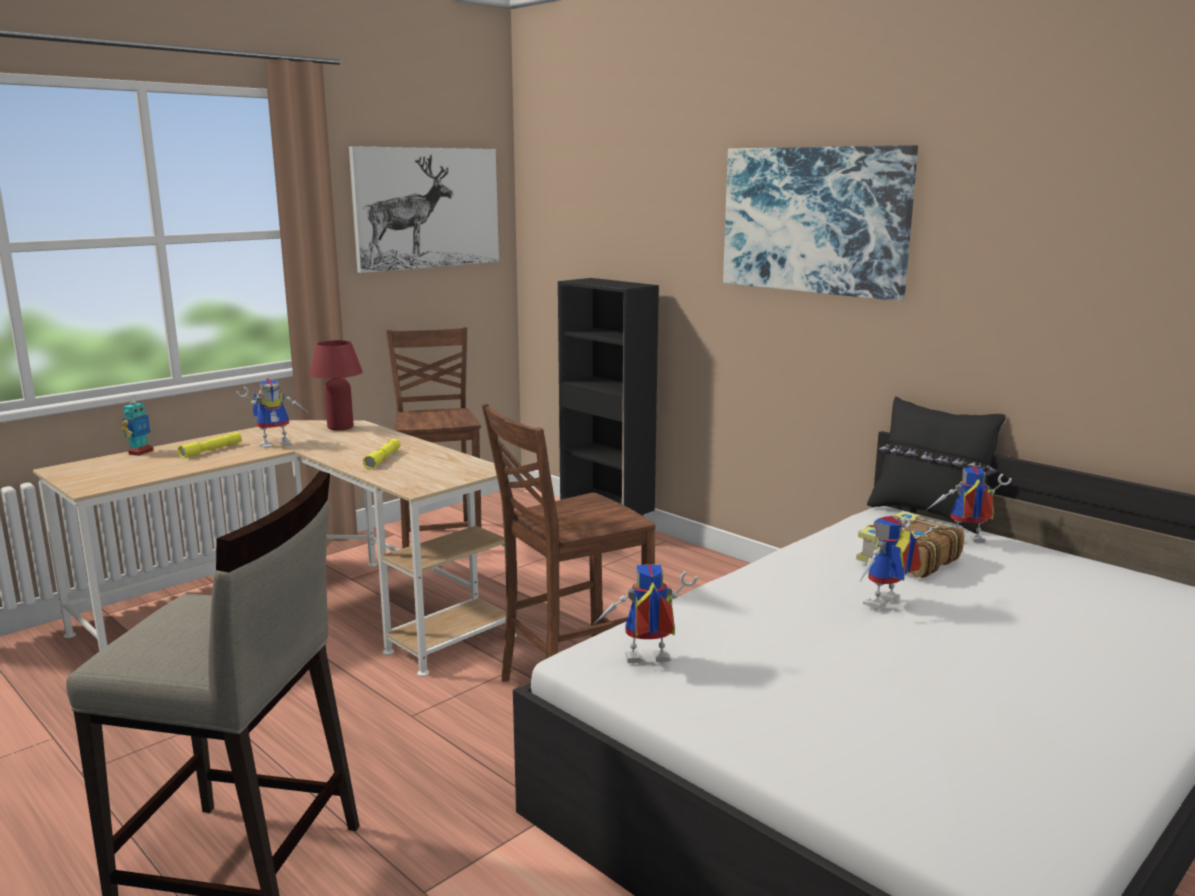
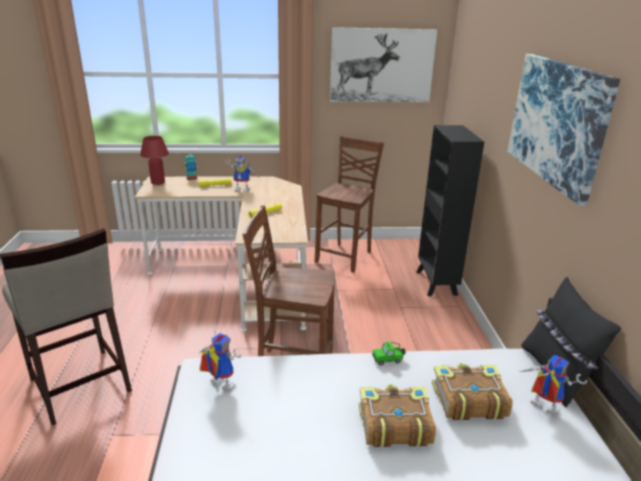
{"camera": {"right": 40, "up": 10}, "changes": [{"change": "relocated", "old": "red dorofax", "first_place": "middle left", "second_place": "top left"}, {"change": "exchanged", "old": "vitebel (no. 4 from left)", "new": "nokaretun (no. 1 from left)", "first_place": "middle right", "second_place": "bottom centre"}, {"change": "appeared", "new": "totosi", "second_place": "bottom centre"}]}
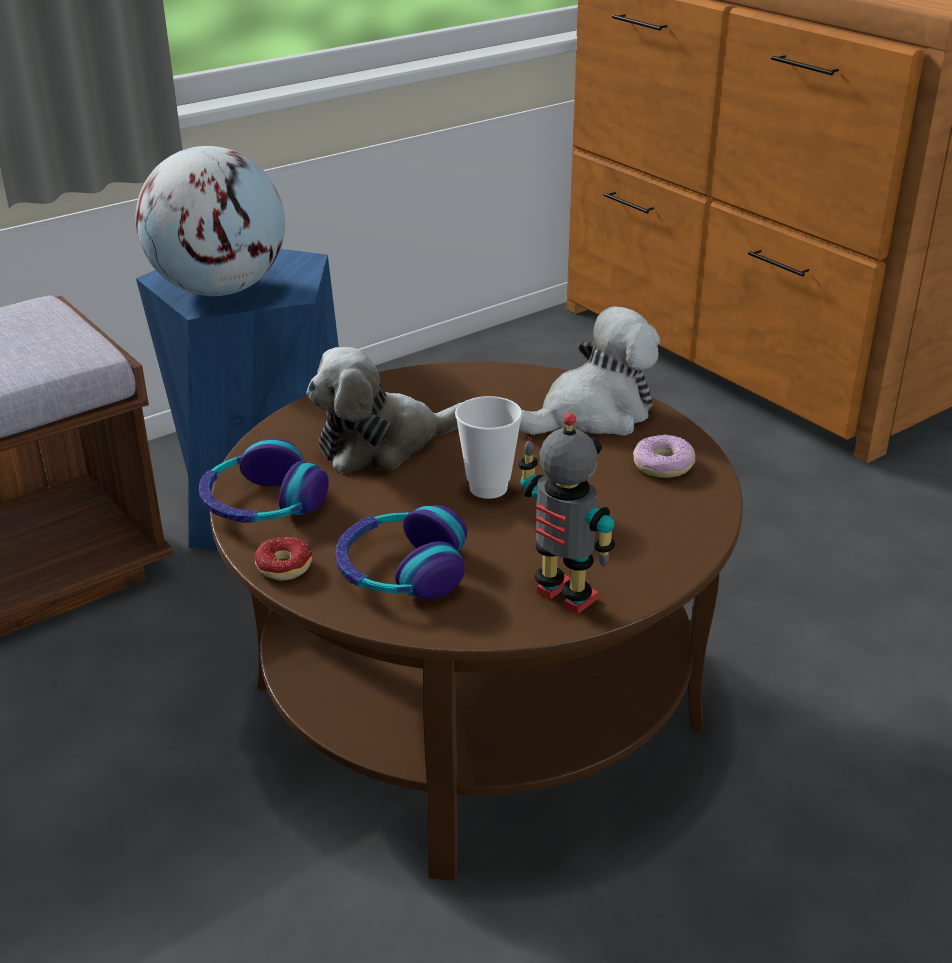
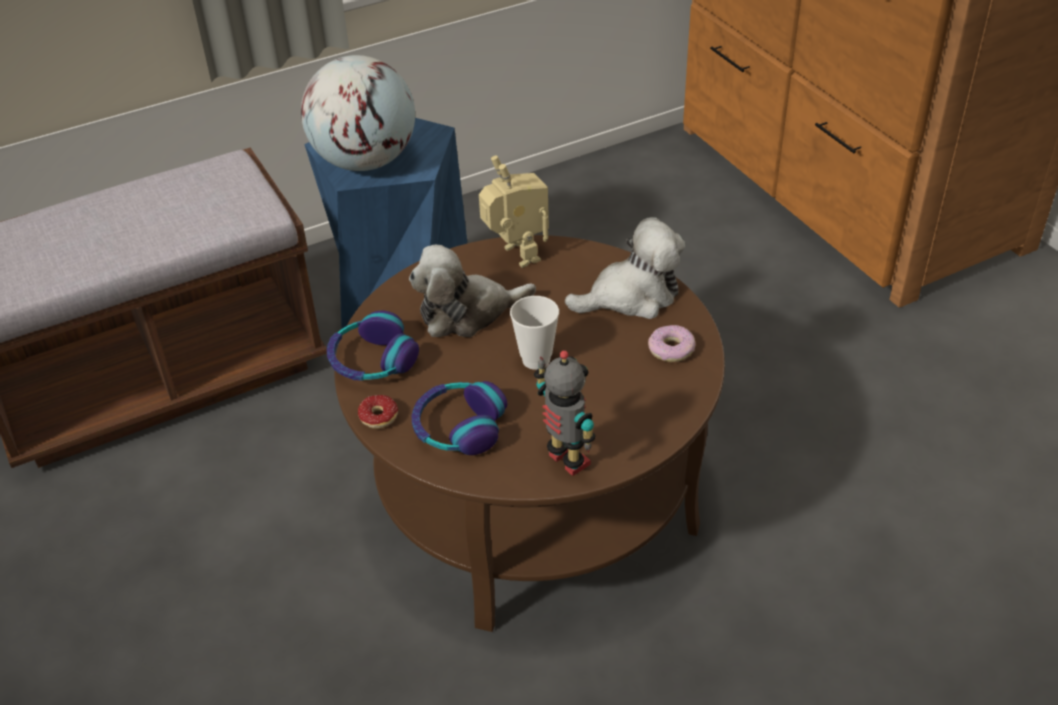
{"camera": {"right": 10, "up": 10}, "changes": [{"change": "appeared", "new": "vitebel (no. 1 from left)", "second_place": "top centre"}]}
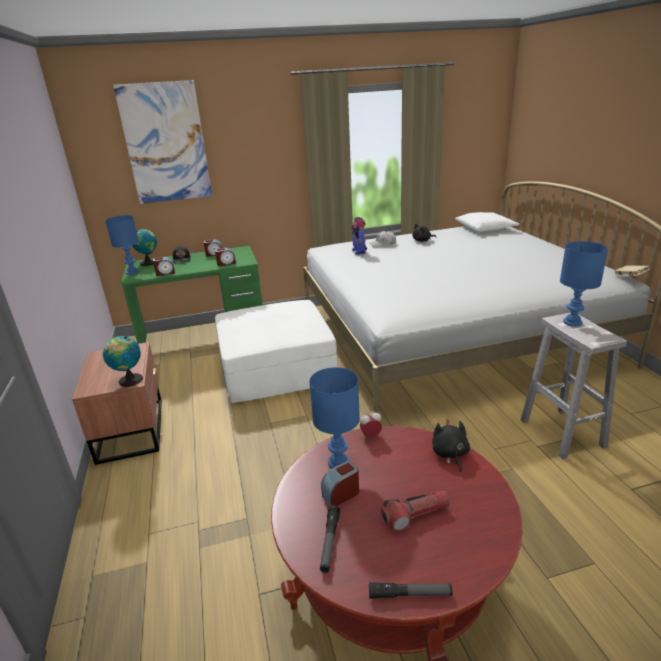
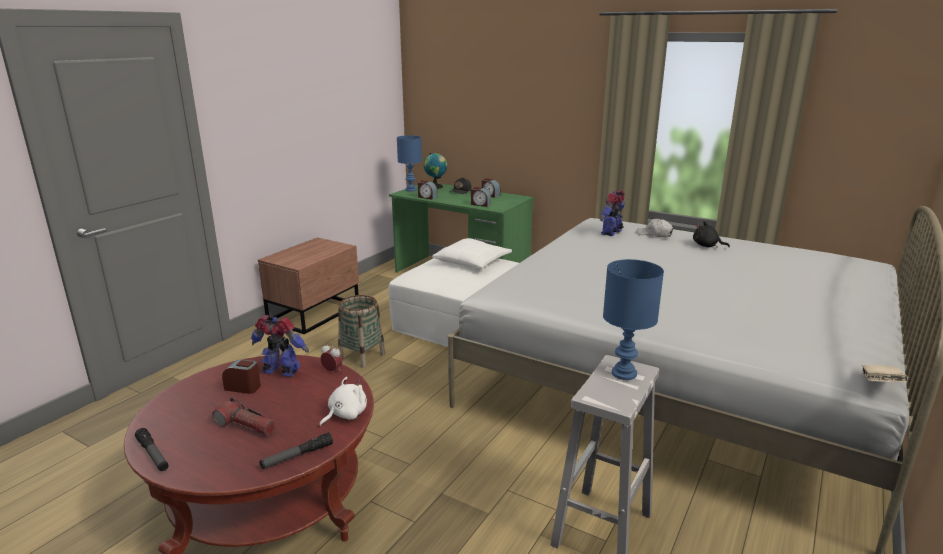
{"camera": {"right": 45, "up": -5}, "changes": [{"change": "missing", "old": "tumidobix (no. 1 from left)", "first_place": "middle left"}, {"change": "missing", "old": "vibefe", "first_place": "top left"}, {"change": "exchanged", "old": "blue dorofax (no. 2 from left)", "new": "vitebel (no. 1 from left)", "first_place": "centre", "second_place": "middle left"}, {"change": "relocated", "old": "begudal (no. 1 from left in the first image)", "new": "begudal (no. 3 from left)", "first_place": "bottom centre", "second_place": "bottom left"}, {"change": "colour", "old": "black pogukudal (no. 2 from left)", "new": "white pogukudal", "first_place": "bottom right", "second_place": "bottom centre"}, {"change": "relocated", "old": "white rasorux", "first_place": "middle right", "second_place": "centre"}, {"change": "appeared", "new": "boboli", "second_place": "centre"}]}
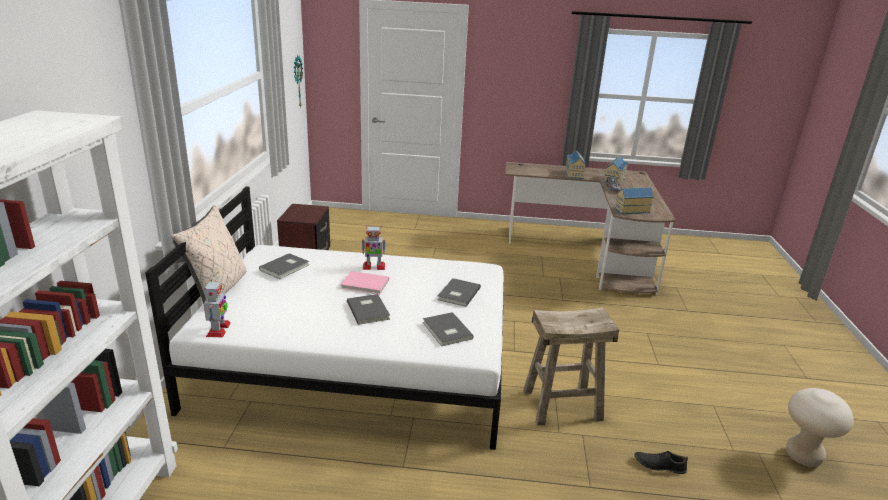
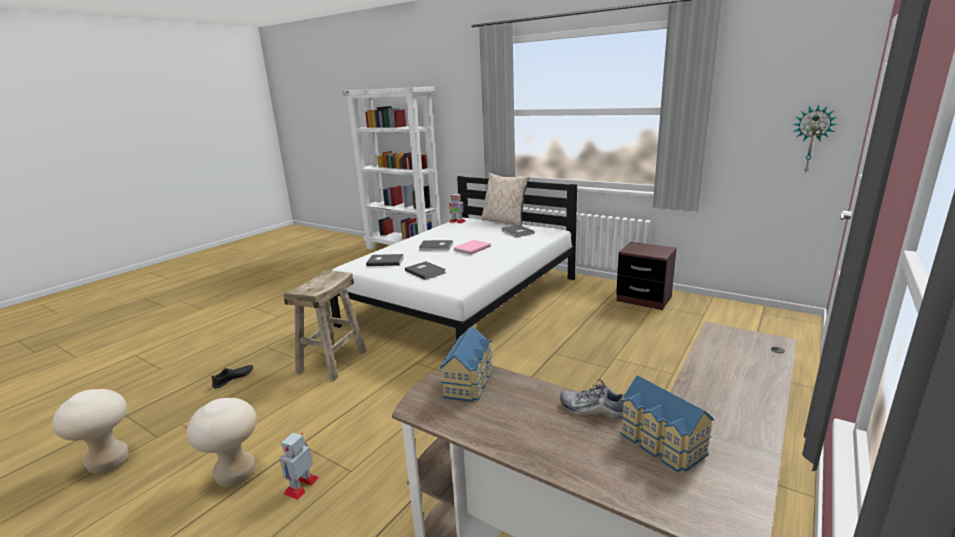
{"camera": {"right": 120, "up": -5}, "changes": [{"change": "relocated", "old": "vitebel (no. 2 from left in the first image)", "new": "vitebel (no. 1 from left)", "first_place": "centre", "second_place": "bottom left"}, {"change": "missing", "old": "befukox (no. 1 from left)", "first_place": "top centre"}, {"change": "appeared", "new": "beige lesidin (no. 2 from left)", "second_place": "bottom left"}]}
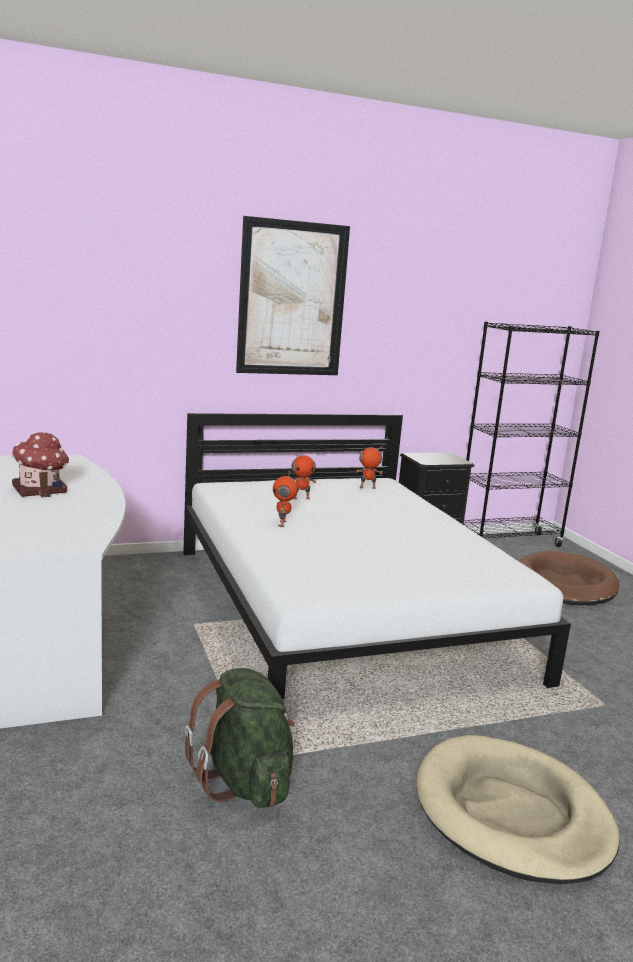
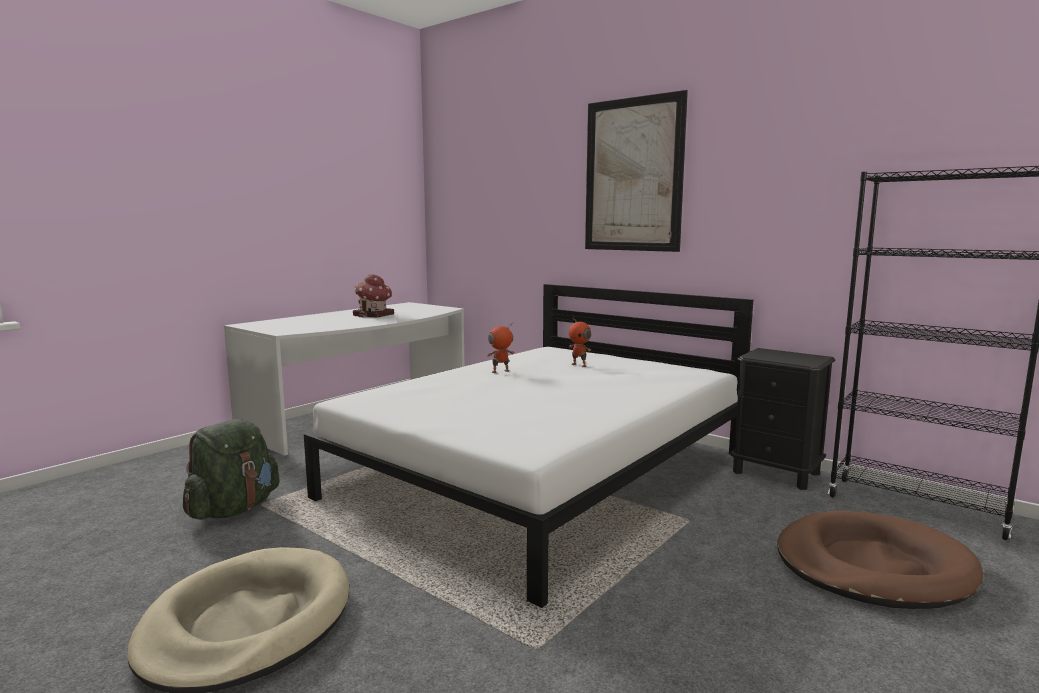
{"camera": {"right": 60, "up": -5}, "changes": [{"change": "missing", "old": "vitebel (no. 3 from left)", "first_place": "centre"}]}
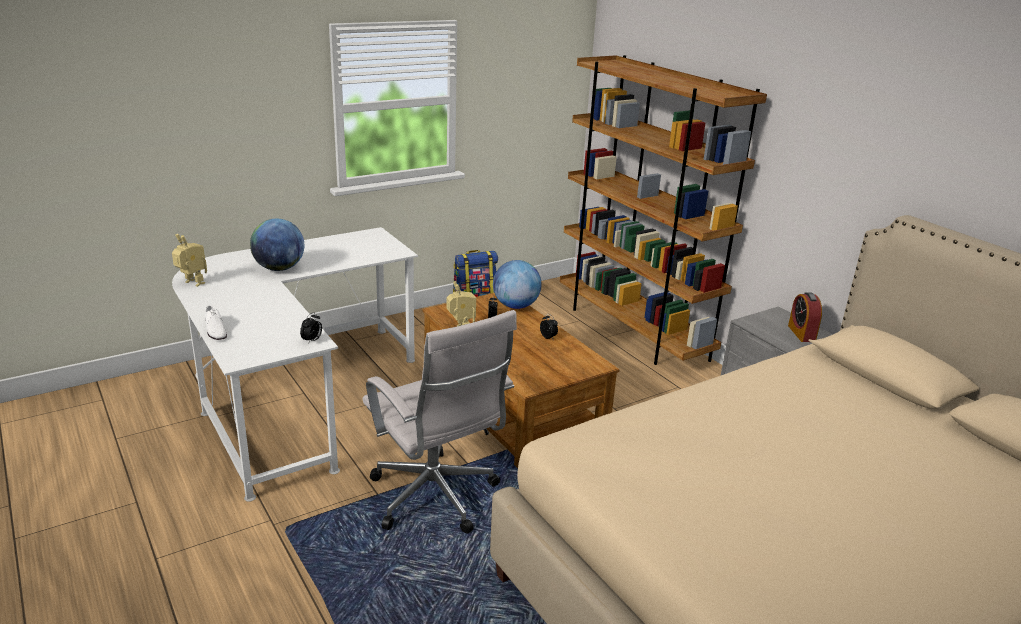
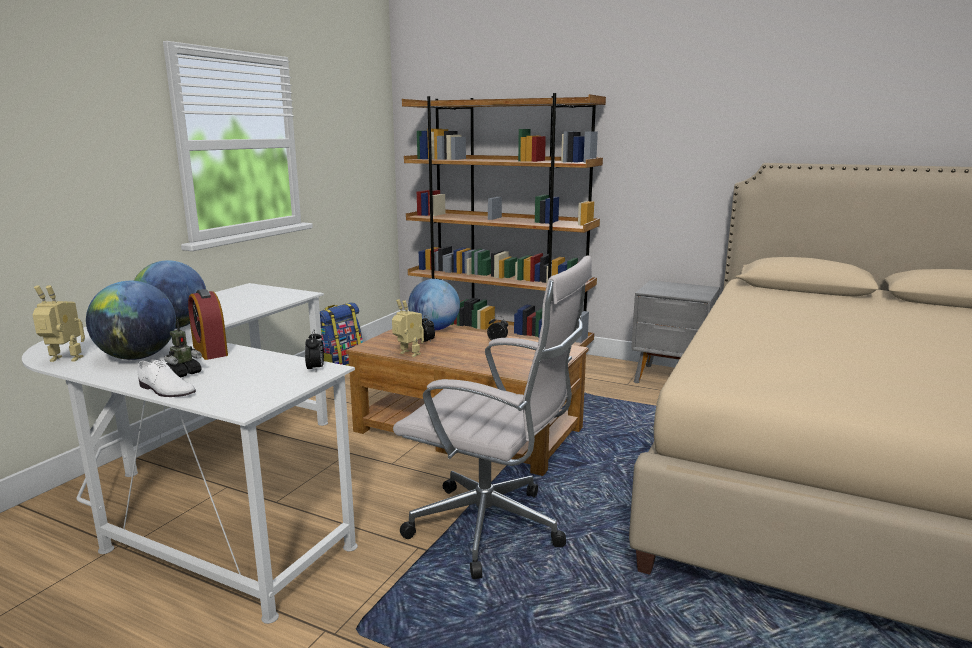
{"camera": {"right": -30, "up": -10}, "changes": [{"change": "relocated", "old": "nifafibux (no. 4 from left in the first image)", "new": "nifafibux (no. 1 from left)", "first_place": "middle right", "second_place": "middle left"}, {"change": "appeared", "new": "tumidobix (no. 1 from left)", "second_place": "middle left"}, {"change": "appeared", "new": "vitebel (no. 2 from left)", "second_place": "middle left"}]}
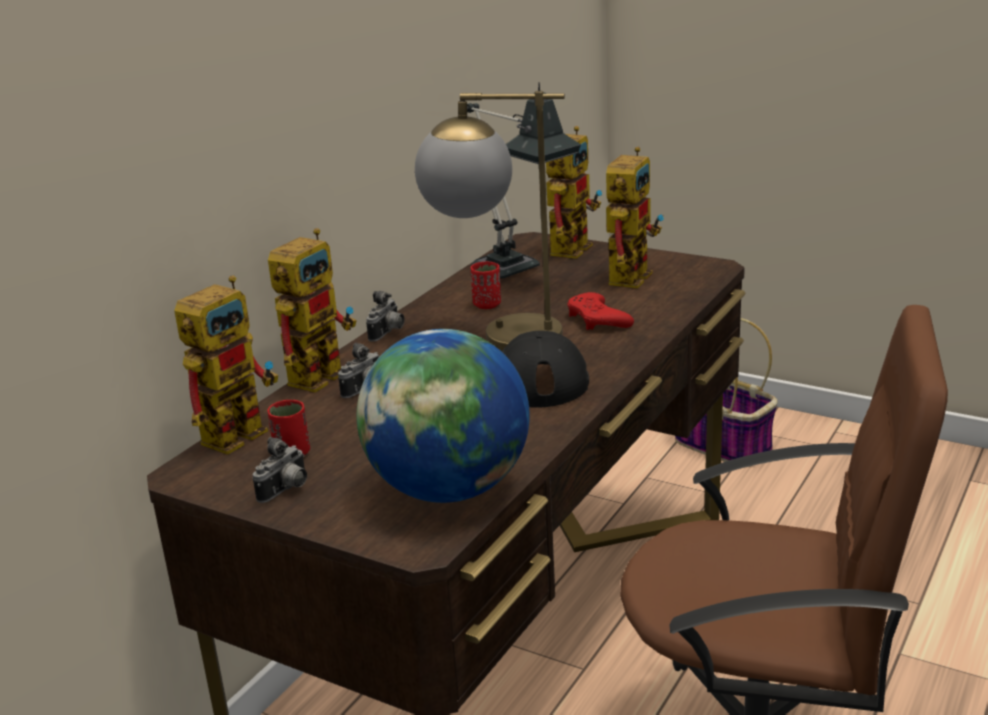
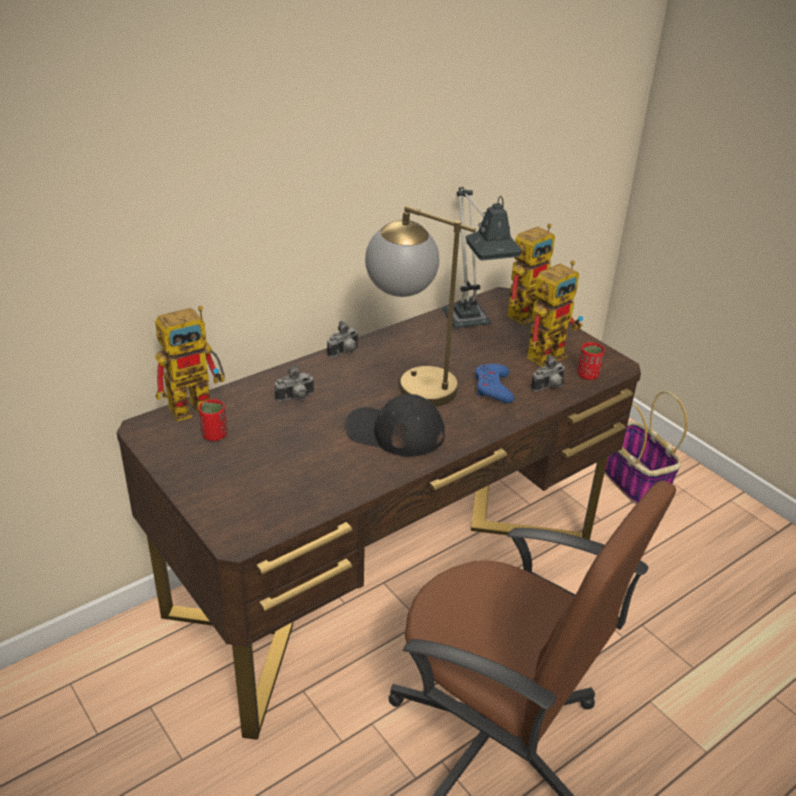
{"camera": {"right": 20, "up": 10}, "changes": [{"change": "relocated", "old": "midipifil (no. 1 from left in the first image)", "new": "midipifil (no. 3 from left)", "first_place": "middle left", "second_place": "middle right"}, {"change": "missing", "old": "vitebel (no. 2 from left)", "first_place": "middle left"}, {"change": "missing", "old": "tumidobix", "first_place": "centre"}, {"change": "relocated", "old": "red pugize (no. 2 from left)", "first_place": "centre", "second_place": "middle right"}, {"change": "colour", "old": "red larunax", "new": "blue larunax", "first_place": "centre", "second_place": "centre"}]}
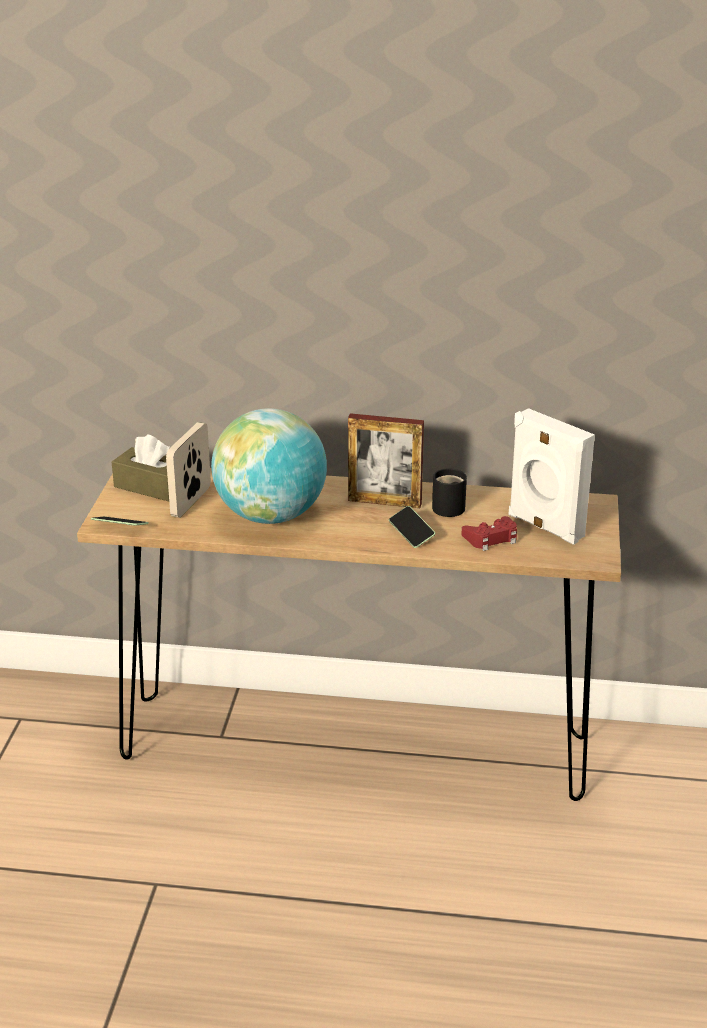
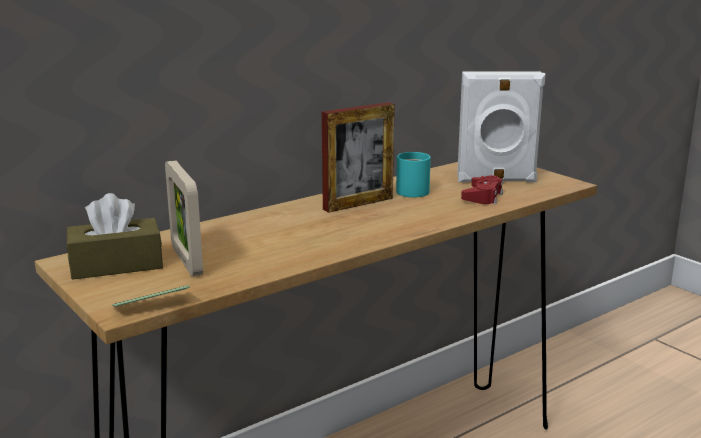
{"camera": {"right": -45, "up": -10}, "changes": [{"change": "missing", "old": "tumidobix", "first_place": "centre"}, {"change": "missing", "old": "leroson (no. 2 from left)", "first_place": "centre"}, {"change": "colour", "old": "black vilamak", "new": "turquoise vilamak", "first_place": "centre", "second_place": "centre"}]}
